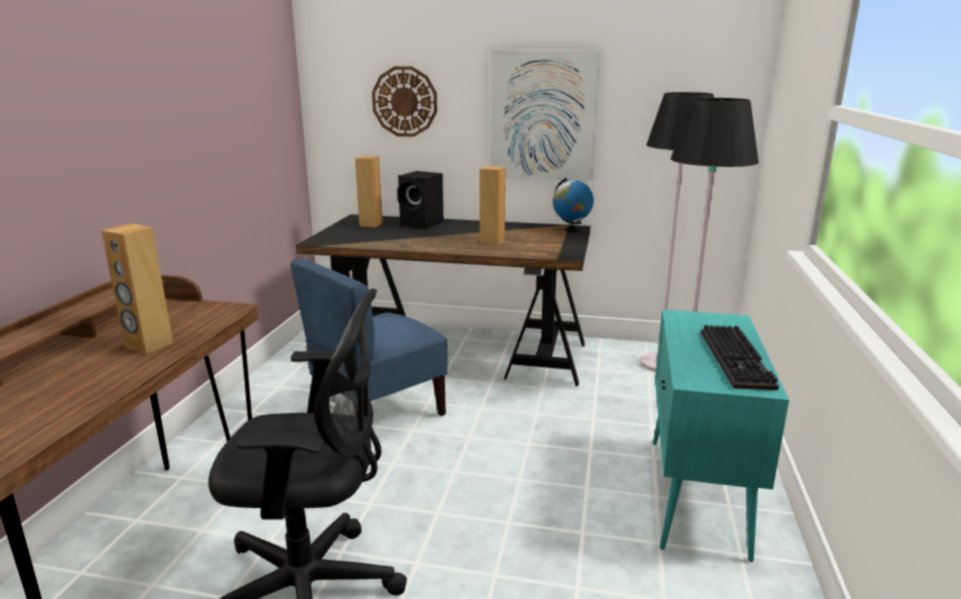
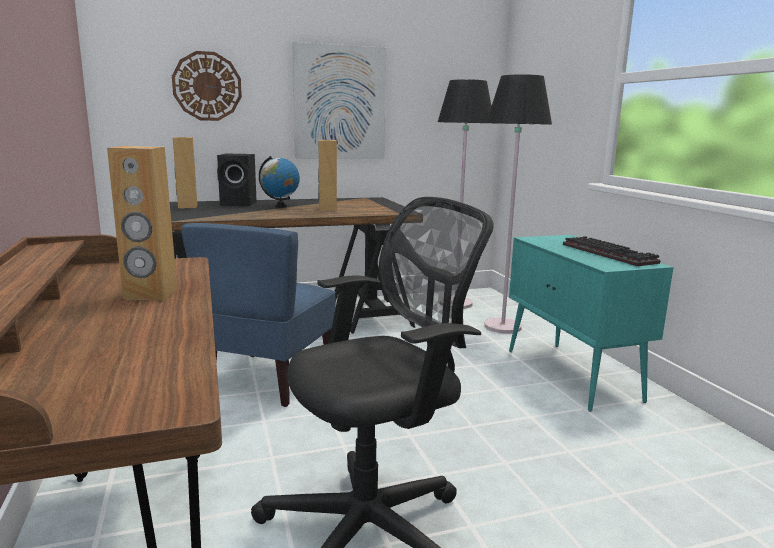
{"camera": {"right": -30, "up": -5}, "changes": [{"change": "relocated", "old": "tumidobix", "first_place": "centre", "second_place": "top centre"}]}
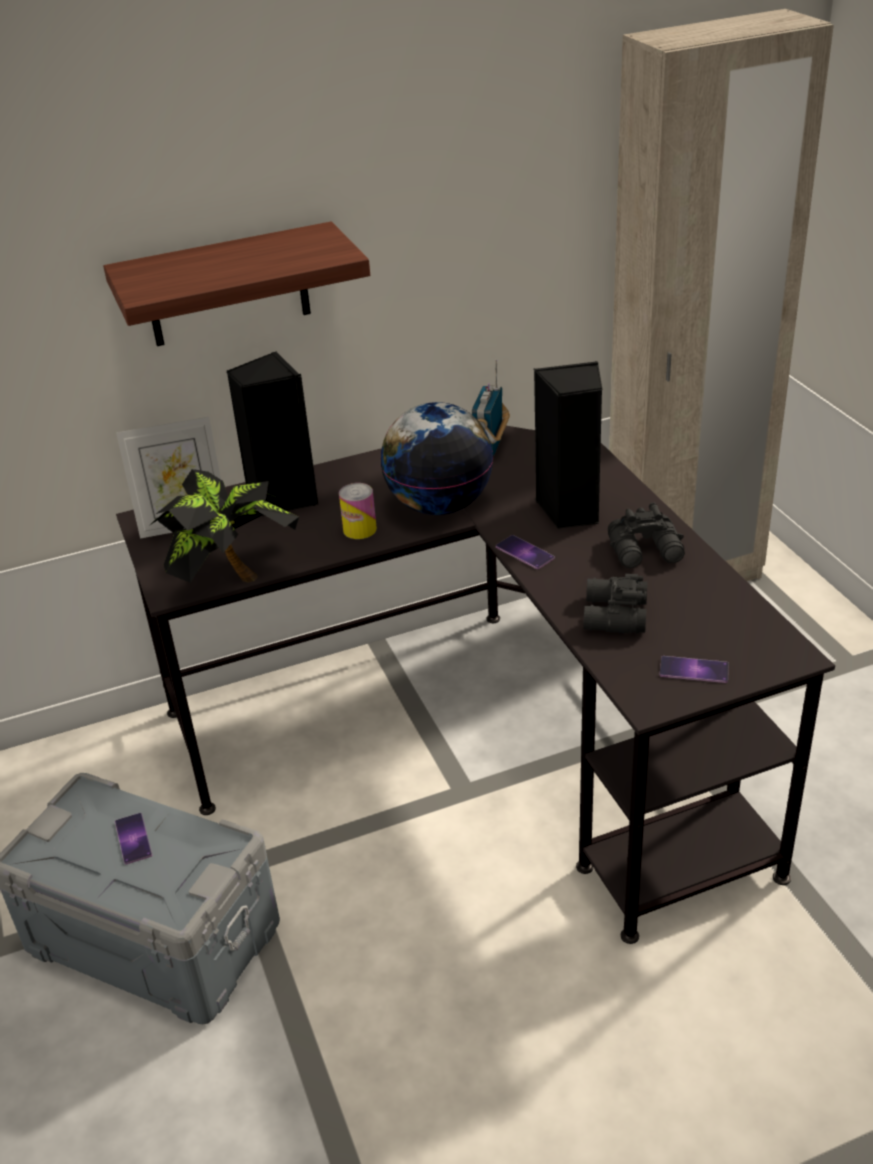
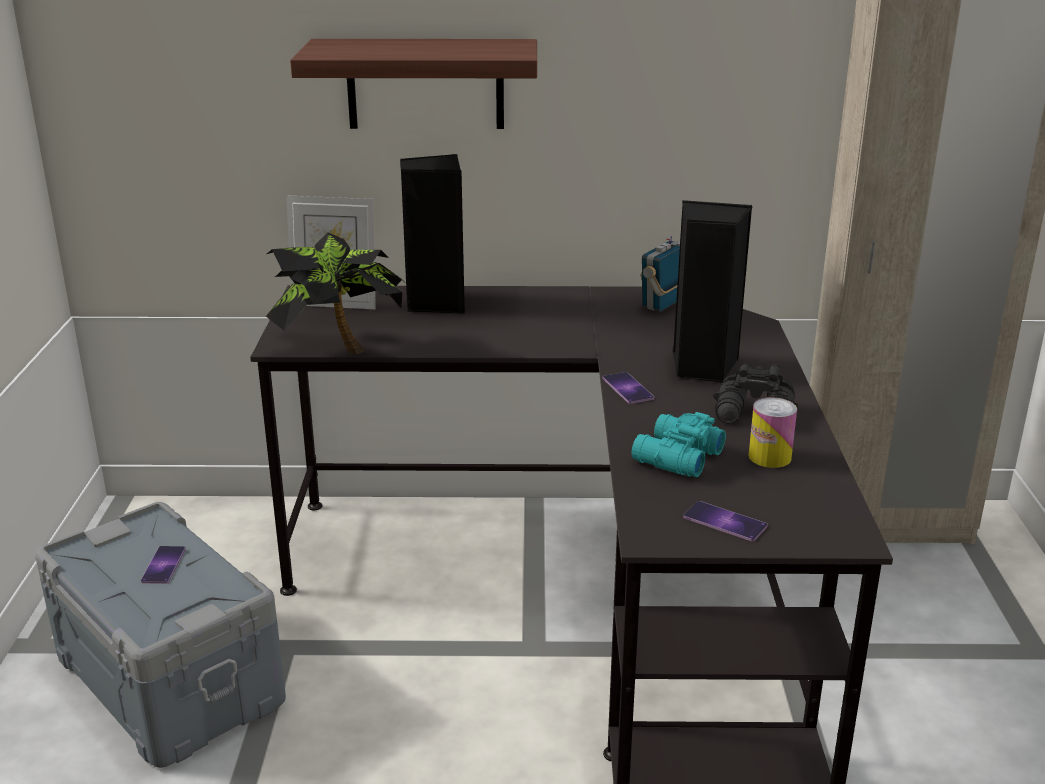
{"camera": {"right": 20, "up": -10}, "changes": [{"change": "relocated", "old": "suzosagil", "first_place": "centre", "second_place": "middle right"}, {"change": "missing", "old": "tumidobix", "first_place": "centre"}, {"change": "colour", "old": "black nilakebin (no. 1 from left)", "new": "turquoise nilakebin", "first_place": "middle right", "second_place": "centre"}]}
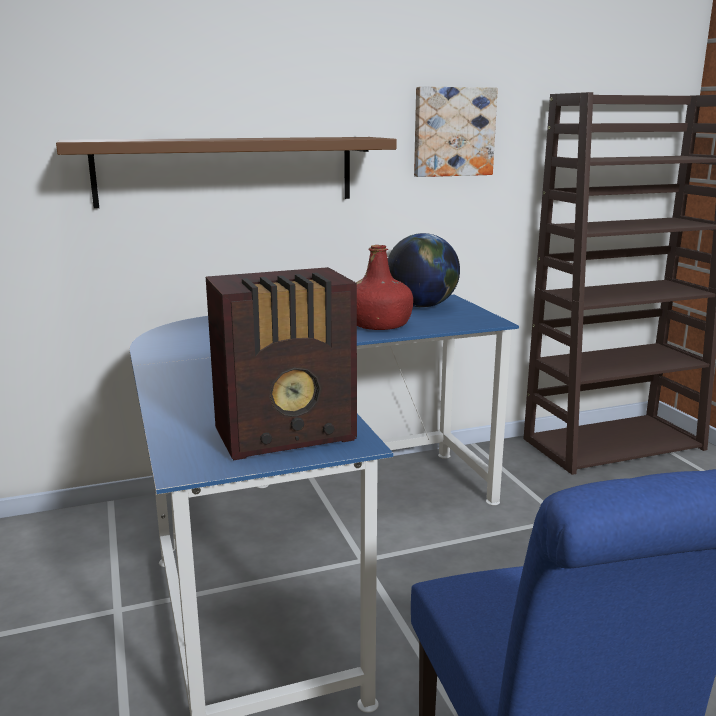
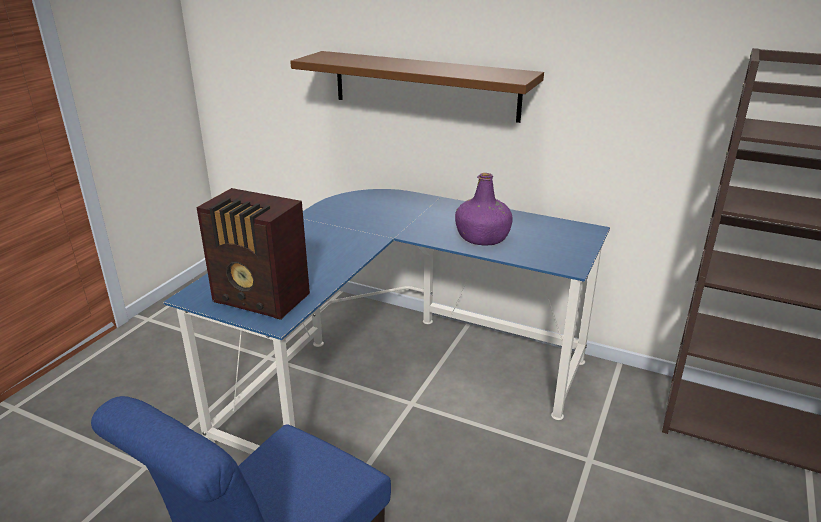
{"camera": {"right": 45, "up": 10}, "changes": [{"change": "colour", "old": "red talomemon", "new": "purple talomemon", "first_place": "centre", "second_place": "centre"}, {"change": "missing", "old": "tumidobix", "first_place": "centre"}, {"change": "missing", "old": "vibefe", "first_place": "top centre"}]}
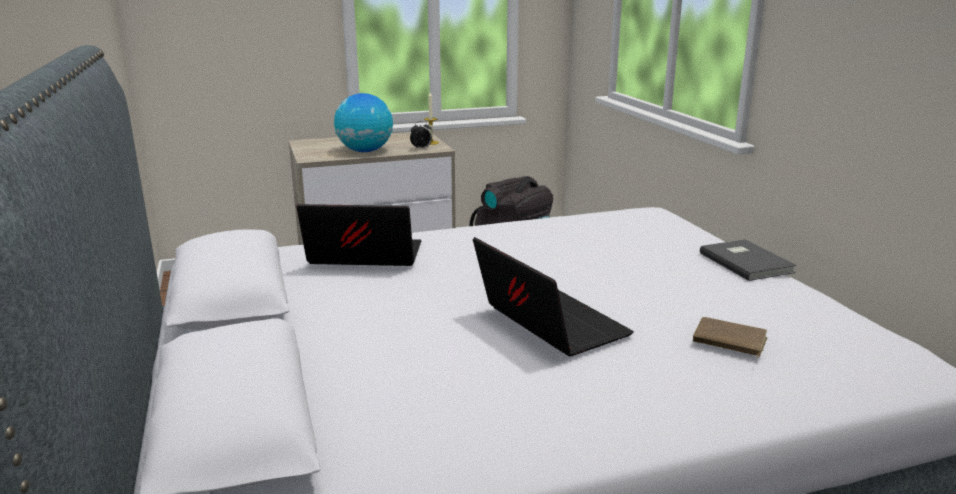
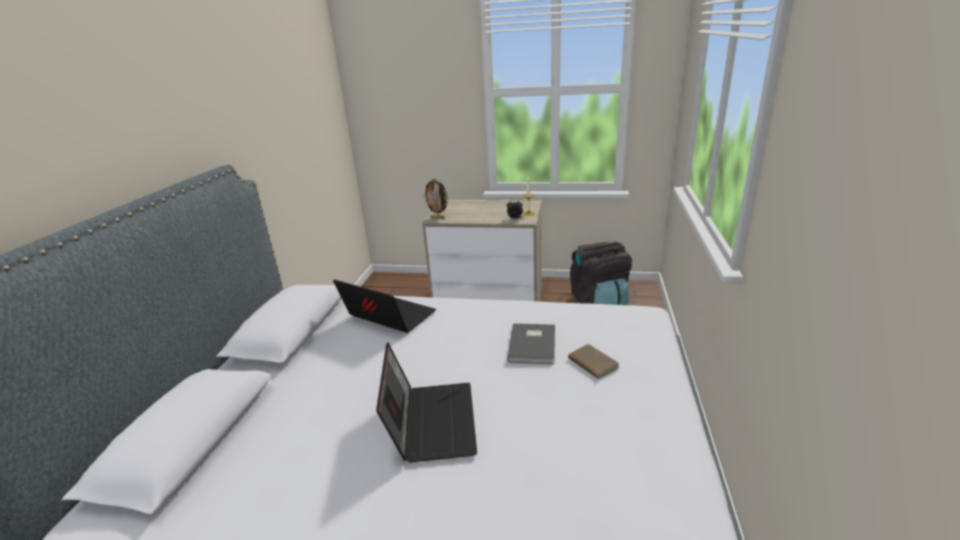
{"camera": {"right": 30, "up": 5}, "changes": [{"change": "missing", "old": "tumidobix", "first_place": "top centre"}, {"change": "relocated", "old": "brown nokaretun", "first_place": "bottom right", "second_place": "bottom centre"}, {"change": "relocated", "old": "grey nokaretun", "first_place": "middle right", "second_place": "centre"}, {"change": "appeared", "new": "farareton", "second_place": "centre"}]}
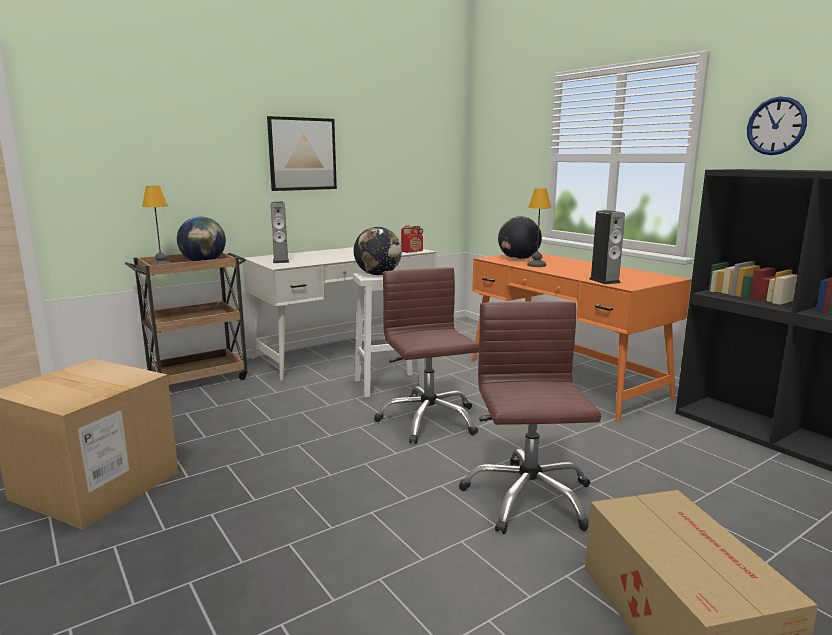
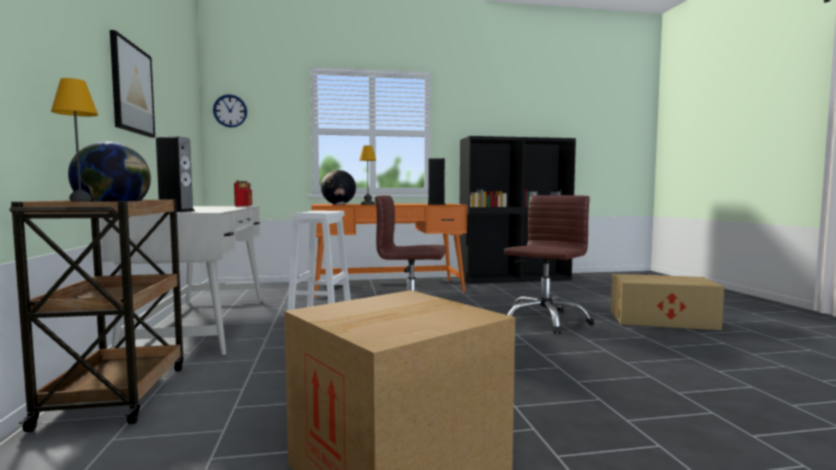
{"camera": {"right": -65, "up": -10}, "changes": [{"change": "missing", "old": "tumidobix (no. 2 from left)", "first_place": "centre"}, {"change": "spun", "old": "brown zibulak (no. 2 from left)", "first_place": "centre", "second_place": "centre", "degrees": 105}, {"change": "relocated", "old": "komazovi", "first_place": "top right", "second_place": "top left"}]}
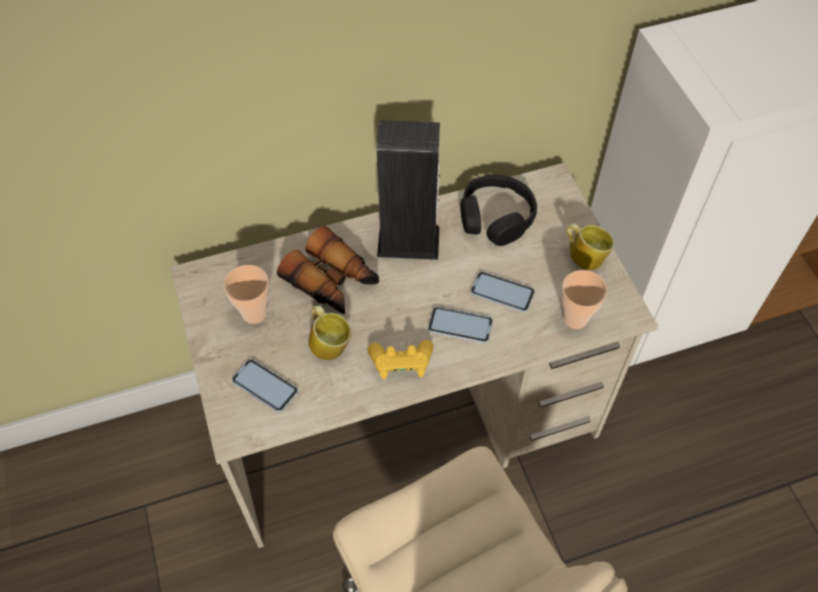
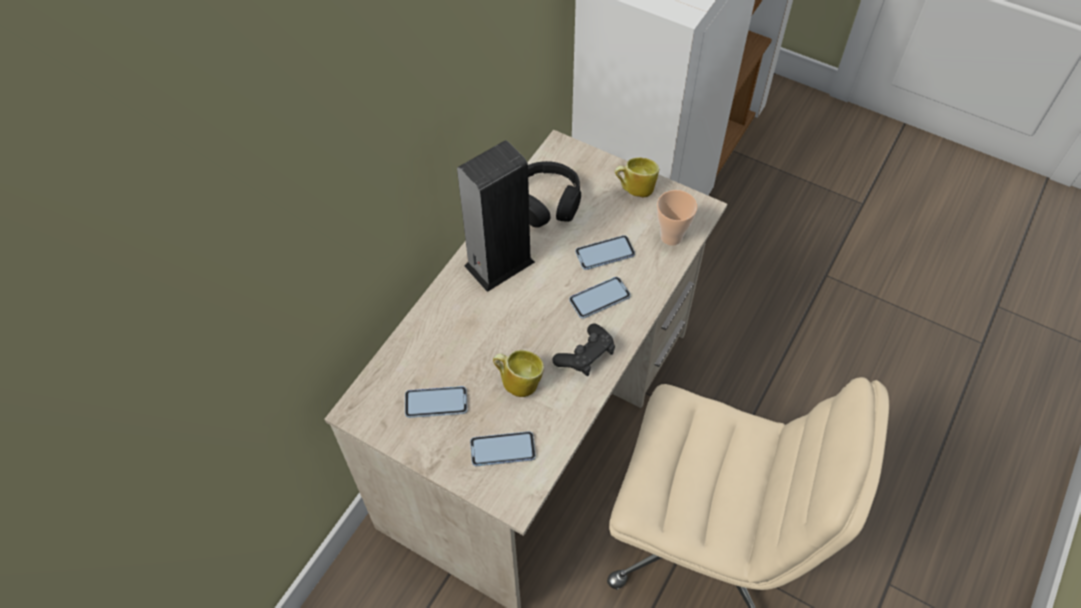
{"camera": {"right": -40, "up": 0}, "changes": [{"change": "exchanged", "old": "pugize (no. 1 from left)", "new": "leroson (no. 1 from left)", "first_place": "middle left", "second_place": "centre"}, {"change": "missing", "old": "nilakebin", "first_place": "centre"}, {"change": "colour", "old": "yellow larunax", "new": "black larunax", "first_place": "centre", "second_place": "centre"}]}
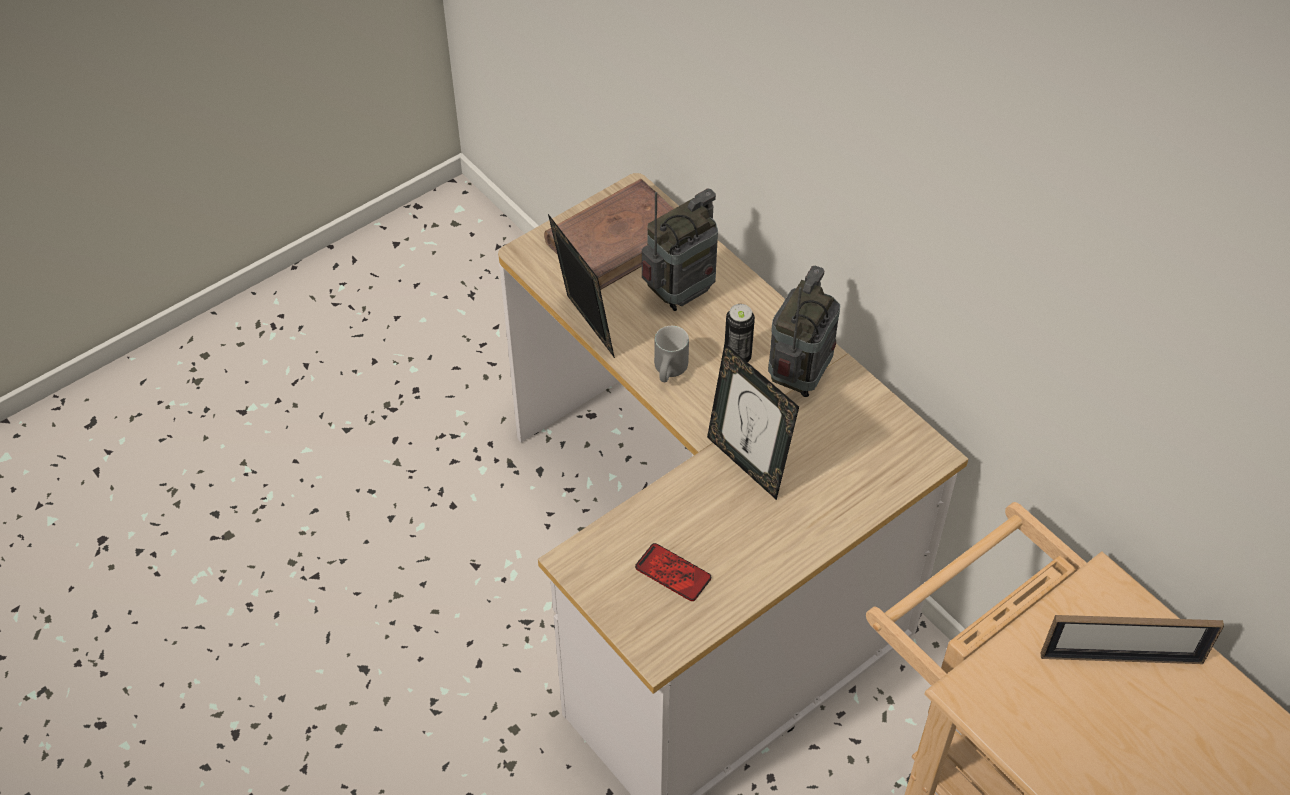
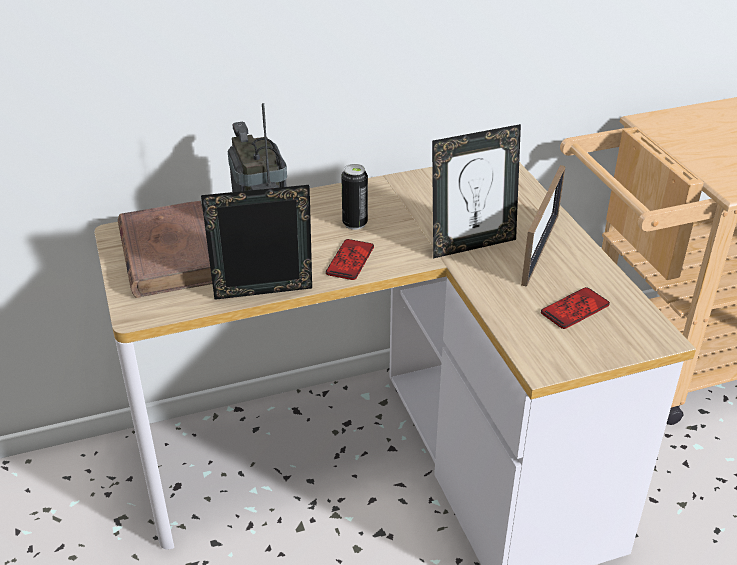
{"camera": {"right": -70, "up": -15}, "changes": [{"change": "exchanged", "old": "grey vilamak", "new": "leroson (no. 1 from left)", "first_place": "centre", "second_place": "centre"}, {"change": "missing", "old": "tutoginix (no. 2 from left)", "first_place": "centre"}, {"change": "relocated", "old": "farareton (no. 3 from left)", "first_place": "bottom right", "second_place": "middle right"}]}
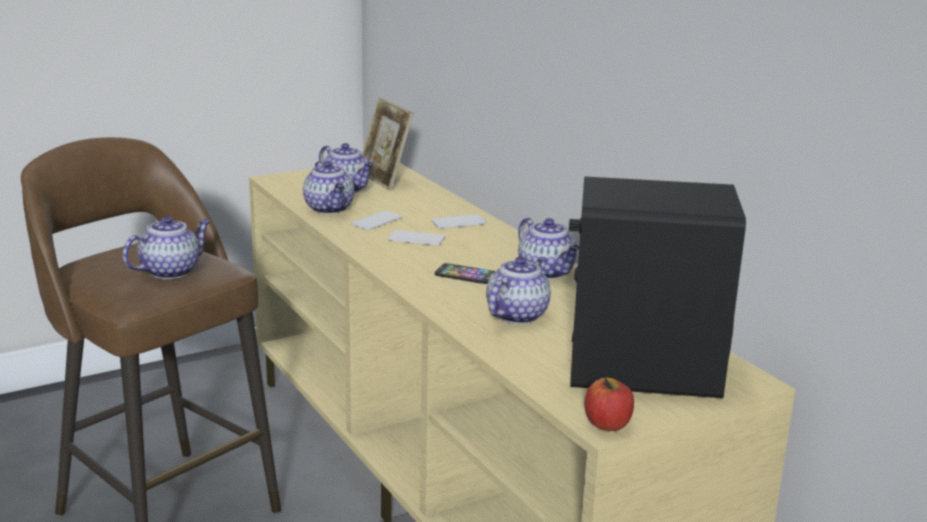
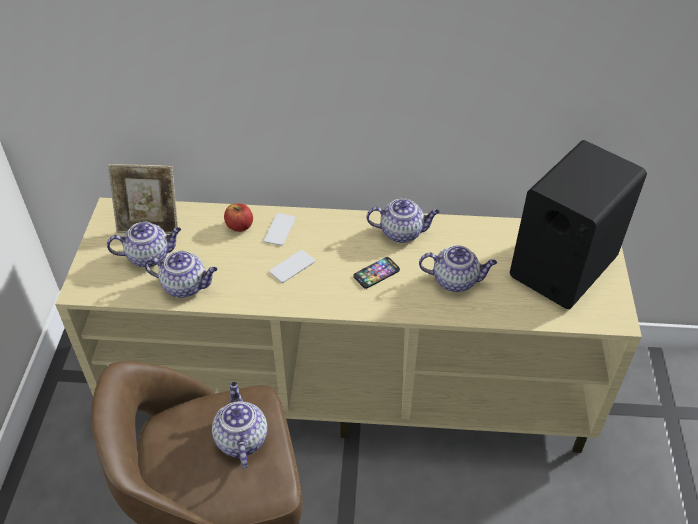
{"camera": {"right": -55, "up": 25}, "changes": [{"change": "missing", "old": "leroson (no. 1 from left)", "first_place": "centre"}, {"change": "spun", "old": "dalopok (no. 4 from left in the first image)", "first_place": "centre", "second_place": "centre", "degrees": 120}, {"change": "relocated", "old": "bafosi", "first_place": "bottom centre", "second_place": "centre"}]}
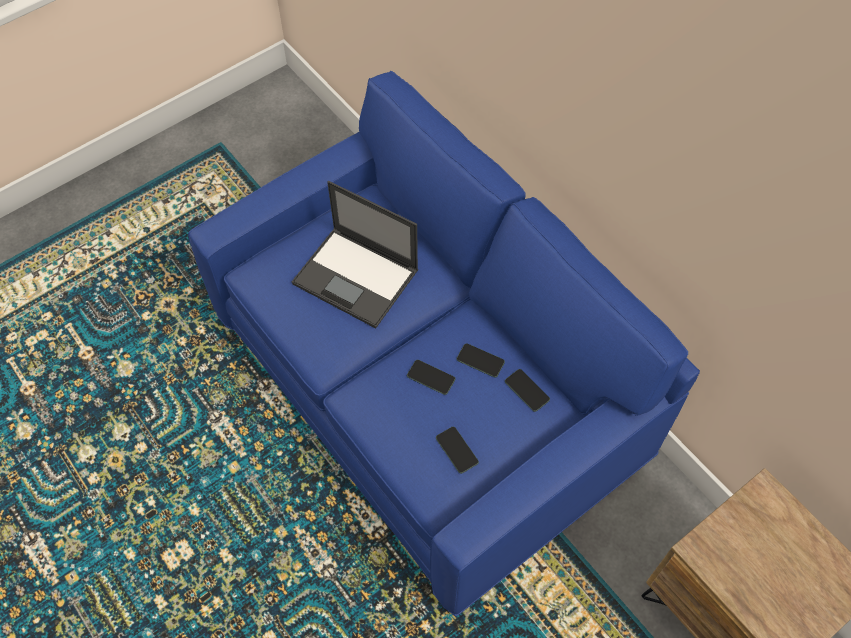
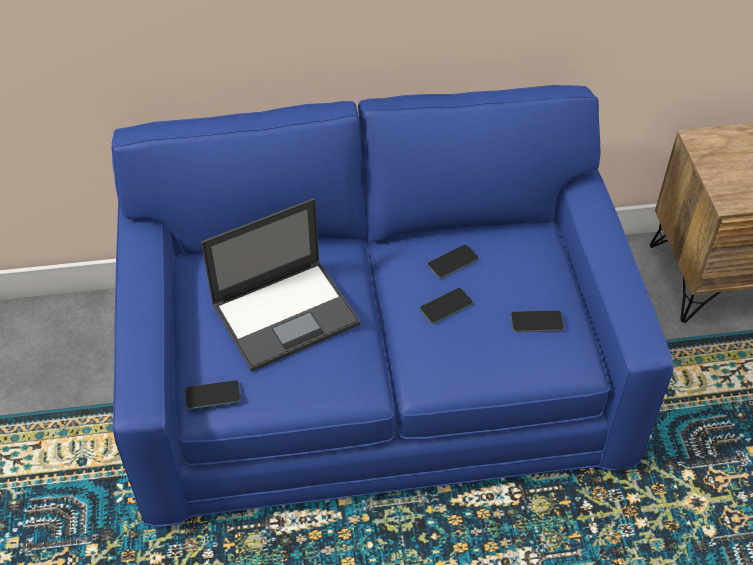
{"camera": {"right": -60, "up": -10}, "changes": [{"change": "relocated", "old": "leroson (no. 4 from left in the first image)", "new": "leroson (no. 1 from left)", "first_place": "centre", "second_place": "bottom left"}]}
